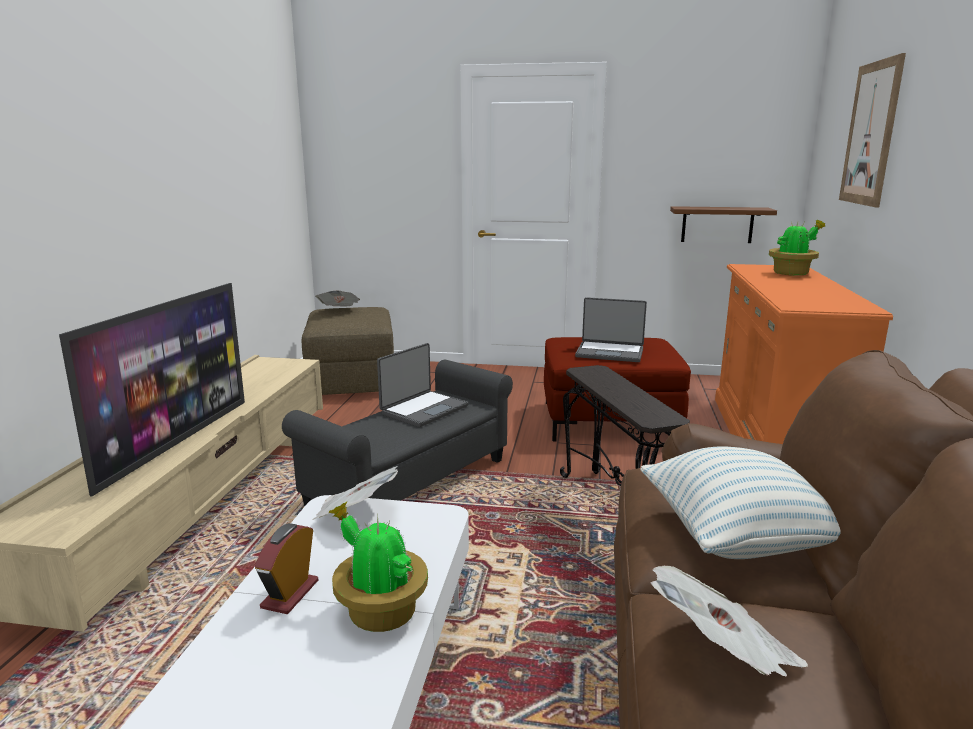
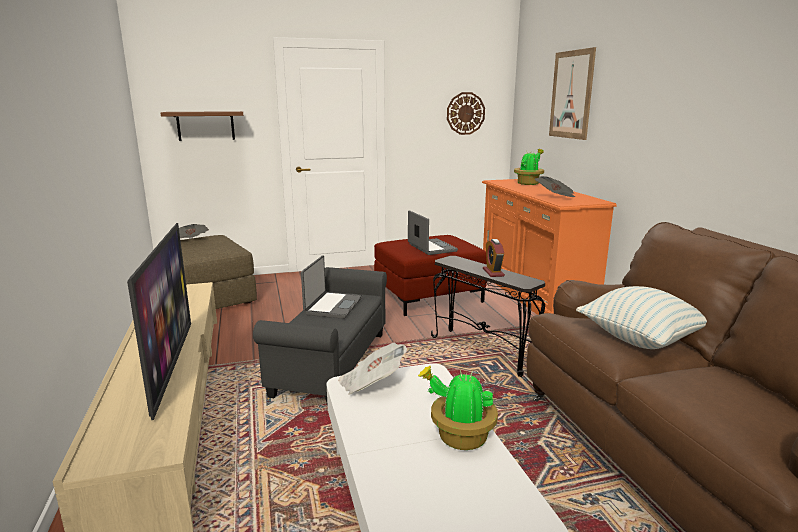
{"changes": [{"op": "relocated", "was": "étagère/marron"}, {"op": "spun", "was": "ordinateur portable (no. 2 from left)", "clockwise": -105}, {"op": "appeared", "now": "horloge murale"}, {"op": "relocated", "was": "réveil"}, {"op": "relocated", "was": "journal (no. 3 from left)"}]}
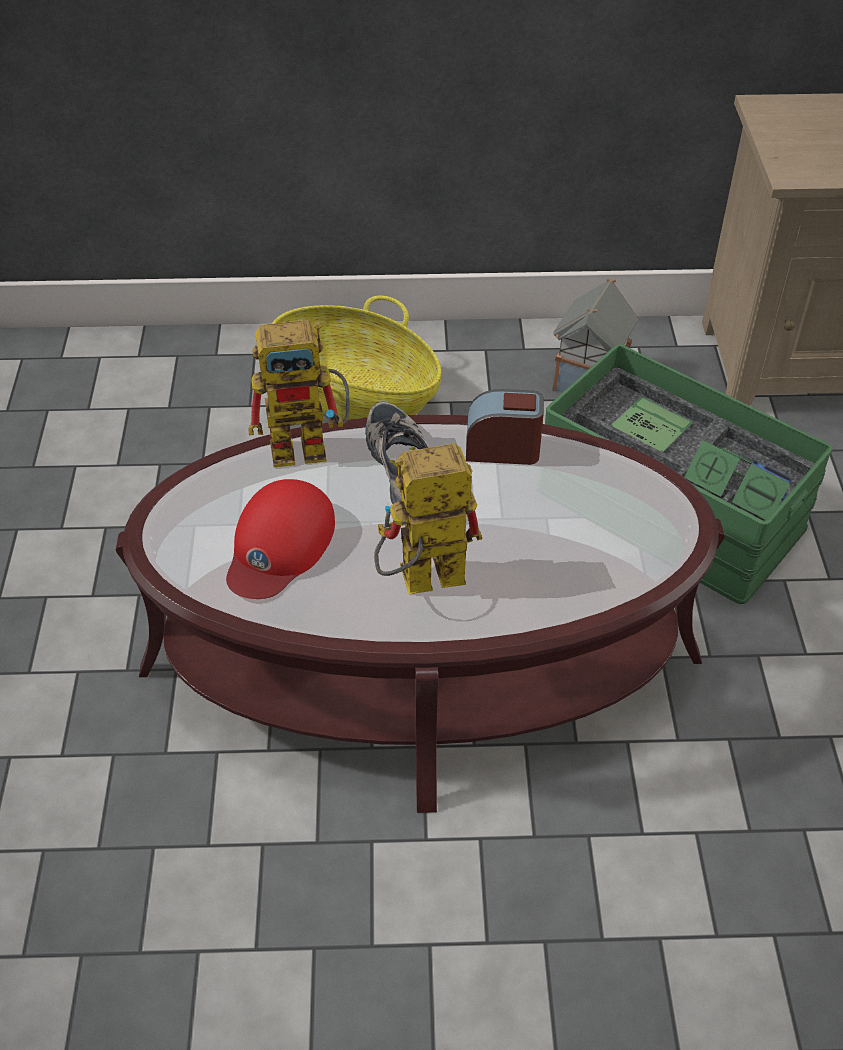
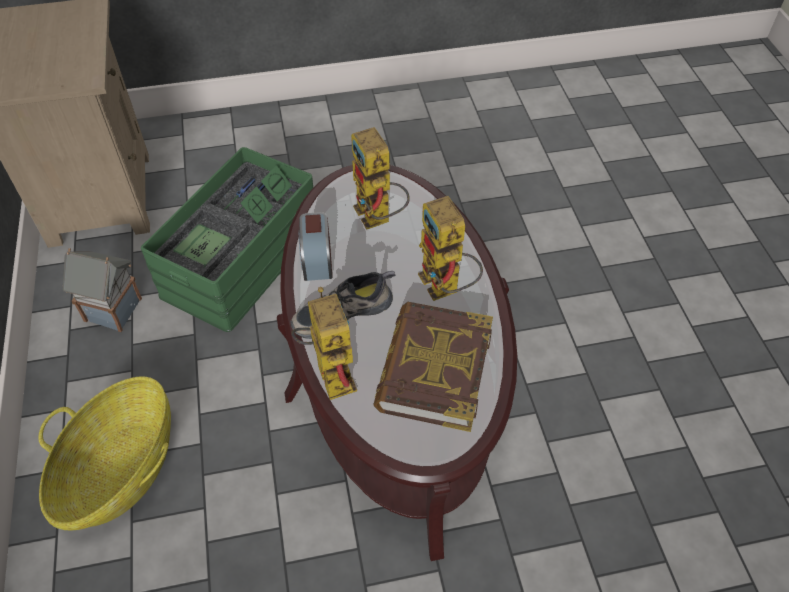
{"changes": [{"op": "appeared", "now": "robot jouet (no. 2 from left)"}, {"op": "exchanged", "was": "casquette/rouge", "now": "livre"}]}
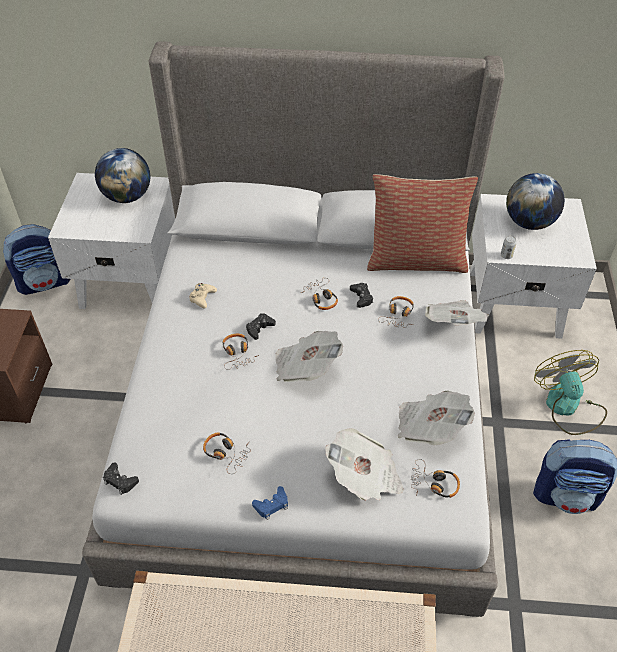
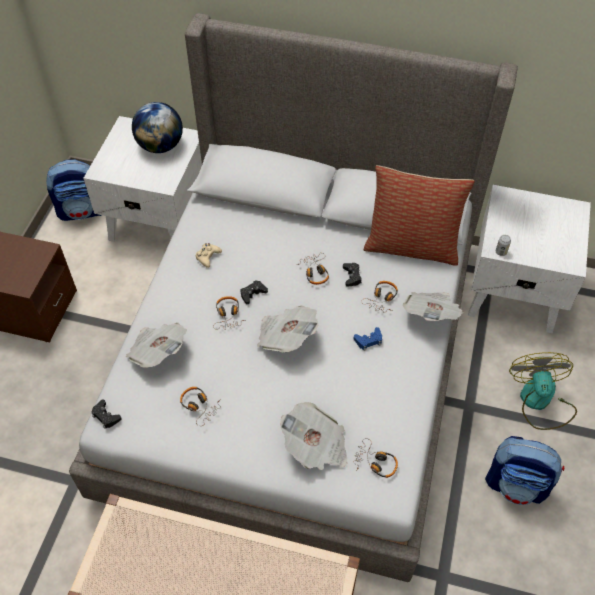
{"changes": [{"op": "relocated", "was": "journal (no. 3 from left in the first image)", "now": "journal (no. 1 from left)"}, {"op": "relocated", "was": "manette/bleu"}, {"op": "missing", "was": "globe (no. 2 from left)"}]}
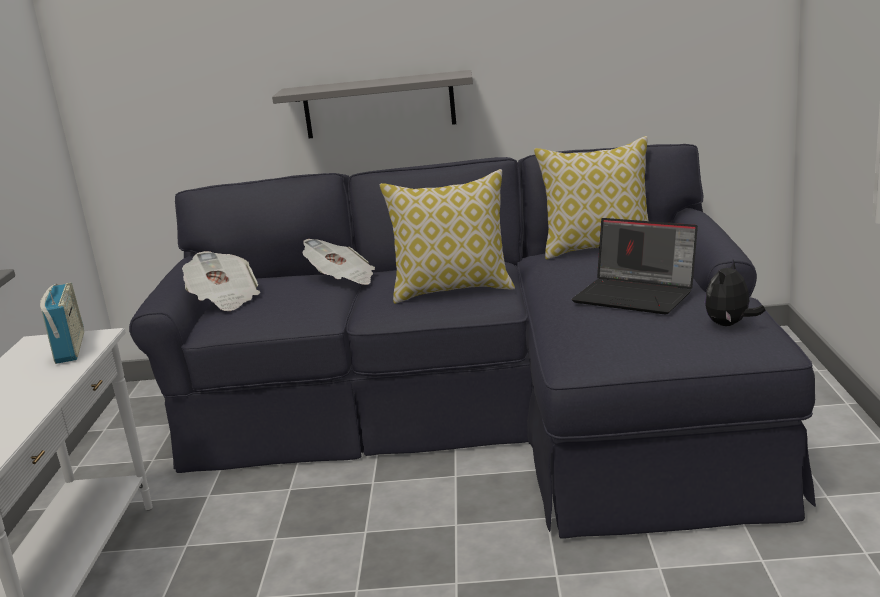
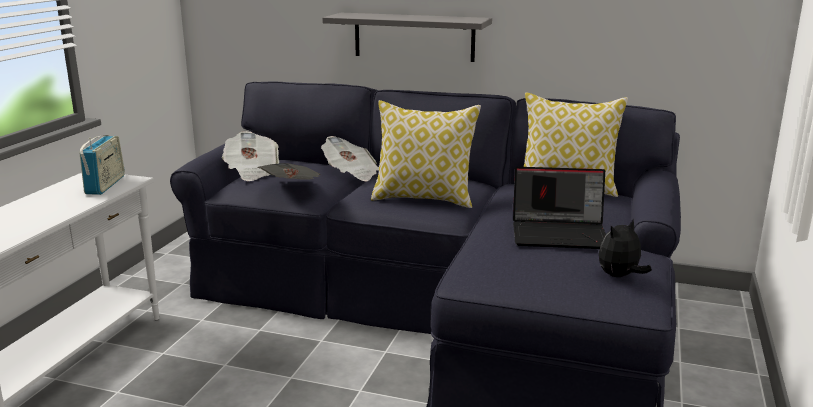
{"changes": [{"op": "appeared", "now": "journal (no. 2 from left)"}, {"op": "spun", "was": "ordinateur portable", "clockwise": -45}]}
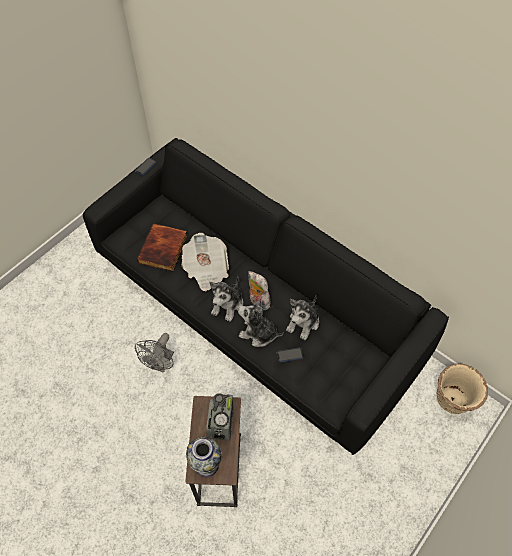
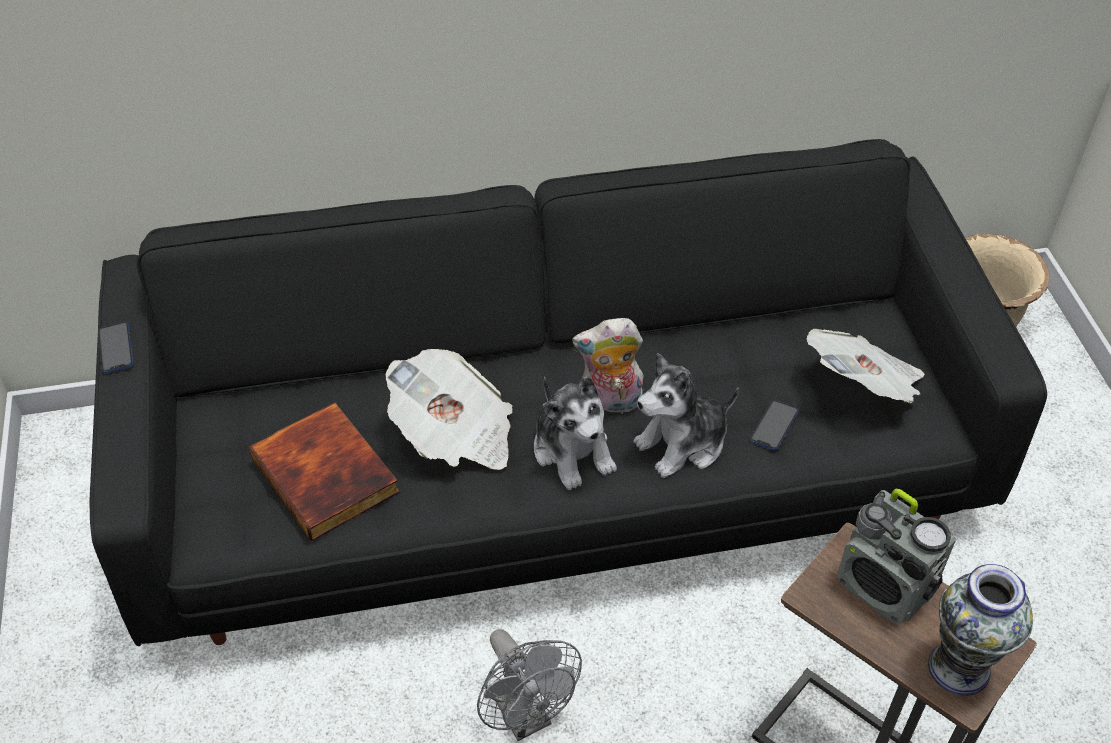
{"changes": [{"op": "appeared", "now": "journal (no. 2 from left)"}, {"op": "missing", "was": "peluche (no. 4 from left)"}]}
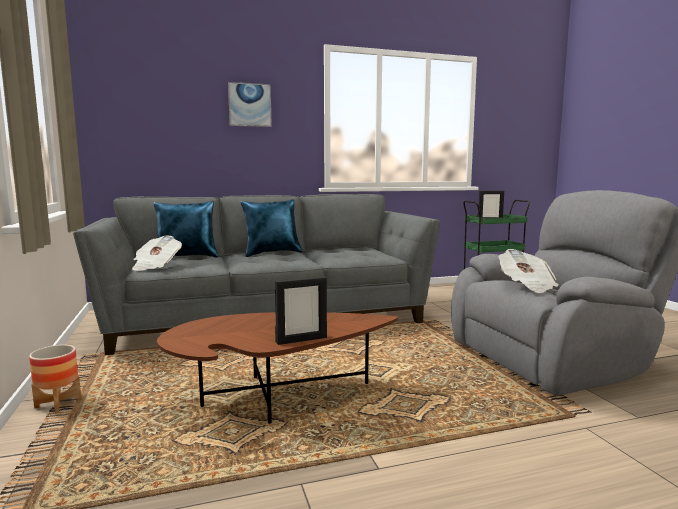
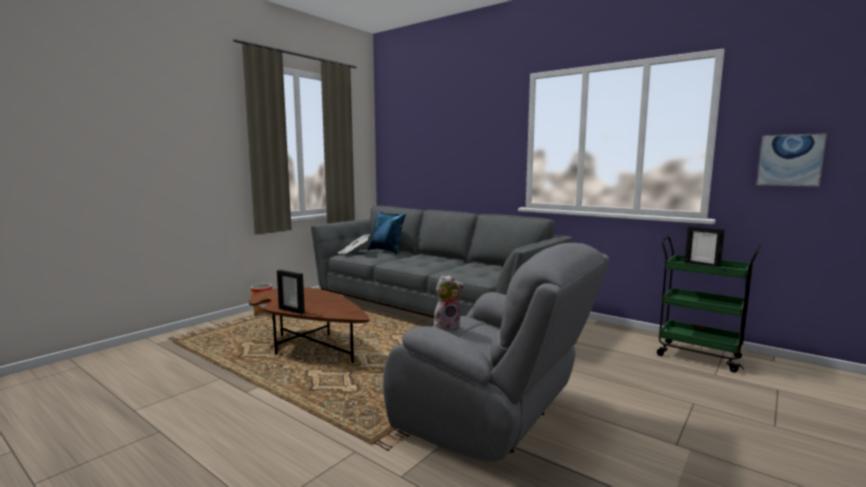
{"changes": [{"op": "exchanged", "was": "journal (no. 2 from left)", "now": "peluche"}, {"op": "relocated", "was": "tableau"}, {"op": "missing", "was": "coussin/bleu (no. 2 from left)"}]}
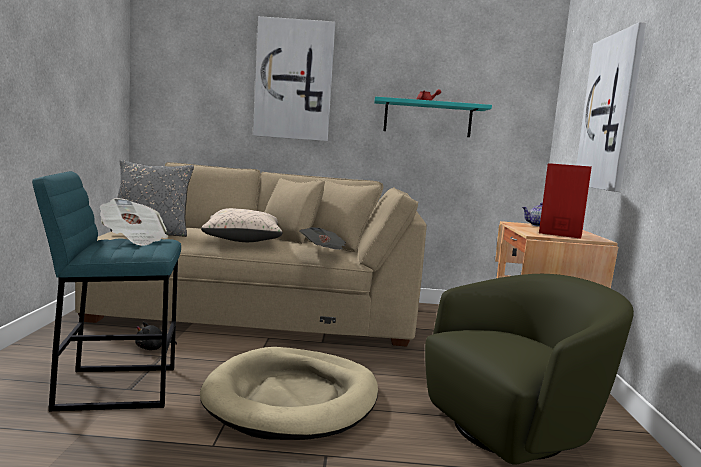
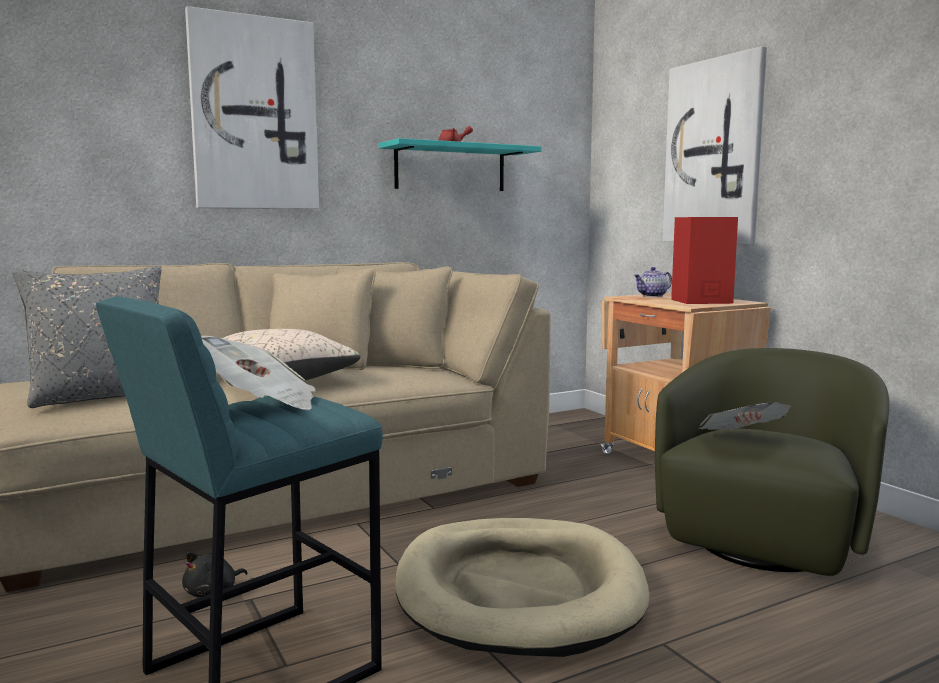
{"changes": [{"op": "relocated", "was": "journal (no. 2 from left)"}]}
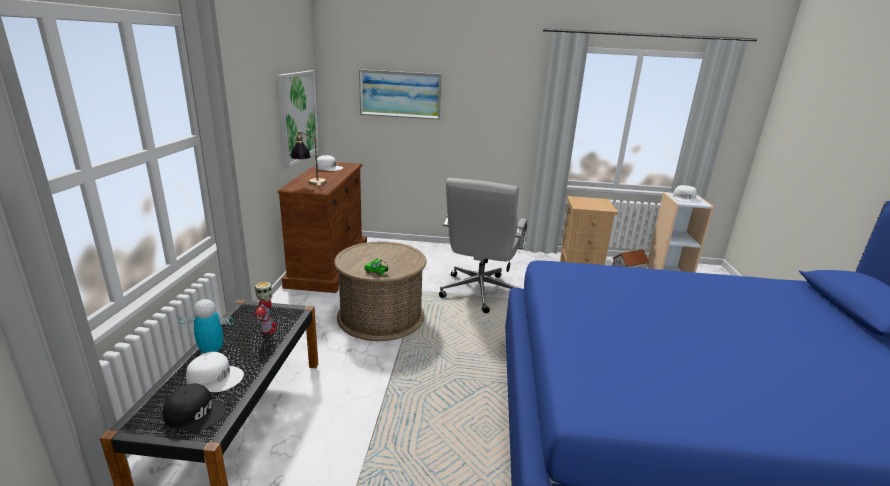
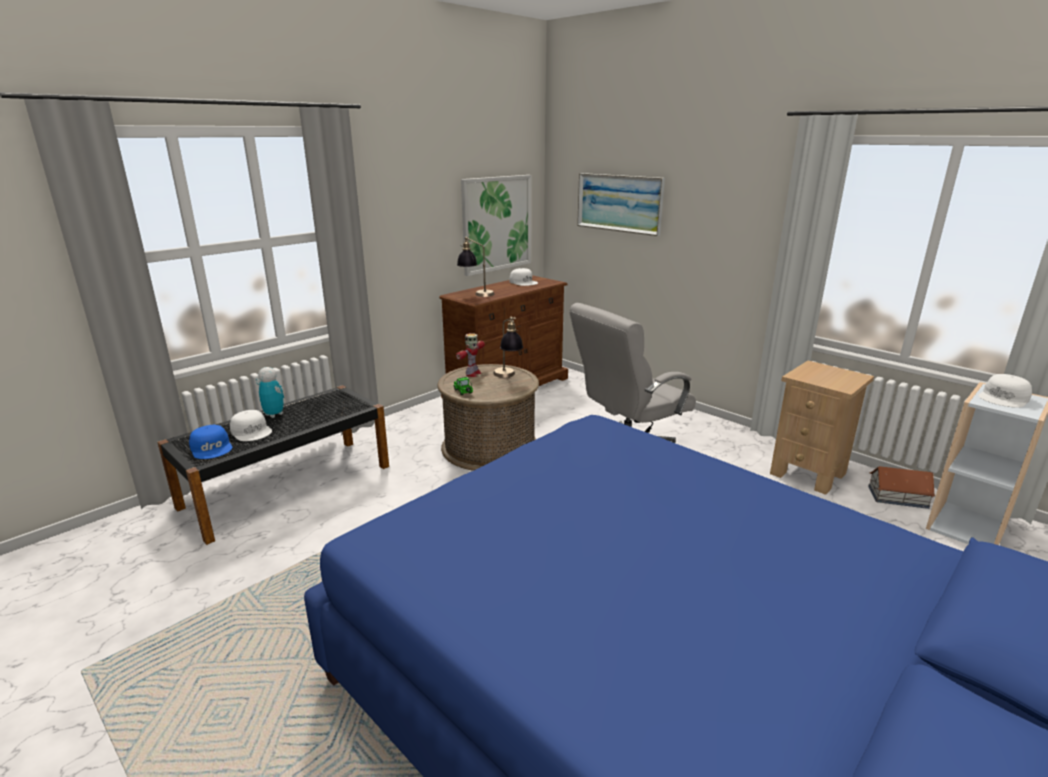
{"changes": [{"op": "colour", "was": "casquette/noir", "now": "casquette/bleu"}, {"op": "relocated", "was": "robot jouet (no. 2 from left)"}, {"op": "appeared", "now": "lampe de table (no. 2 from left)"}]}
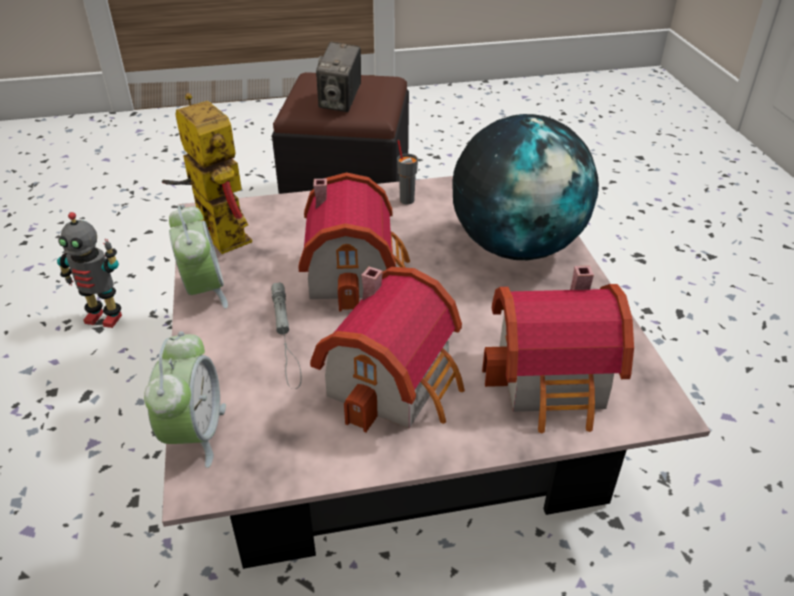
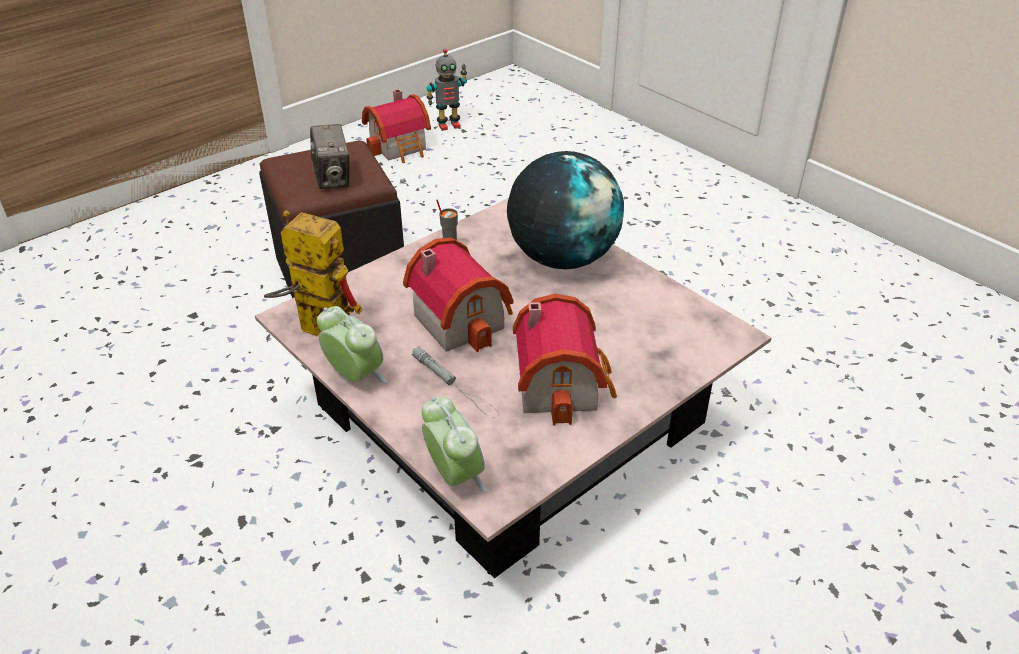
{"changes": [{"op": "relocated", "was": "maison miniature (no. 3 from left in the first image)", "now": "maison miniature (no. 1 from left)"}, {"op": "relocated", "was": "robot jouet (no. 1 from left in the first image)", "now": "robot jouet (no. 2 from left)"}]}
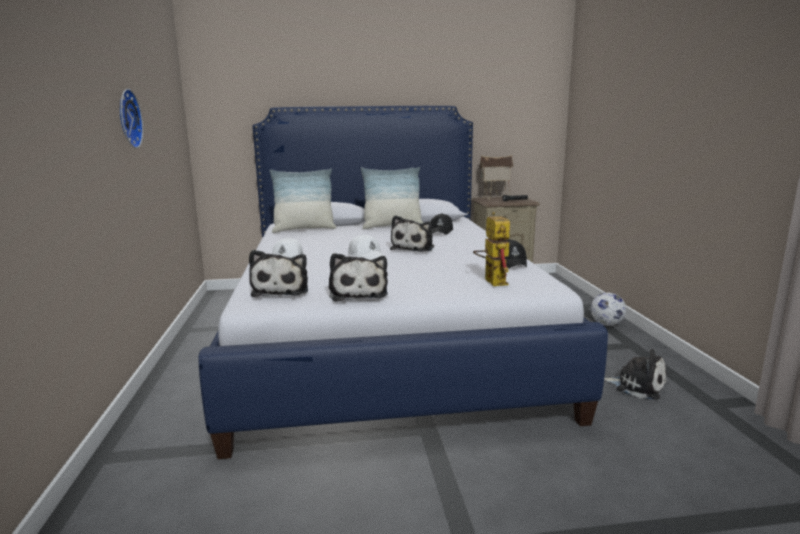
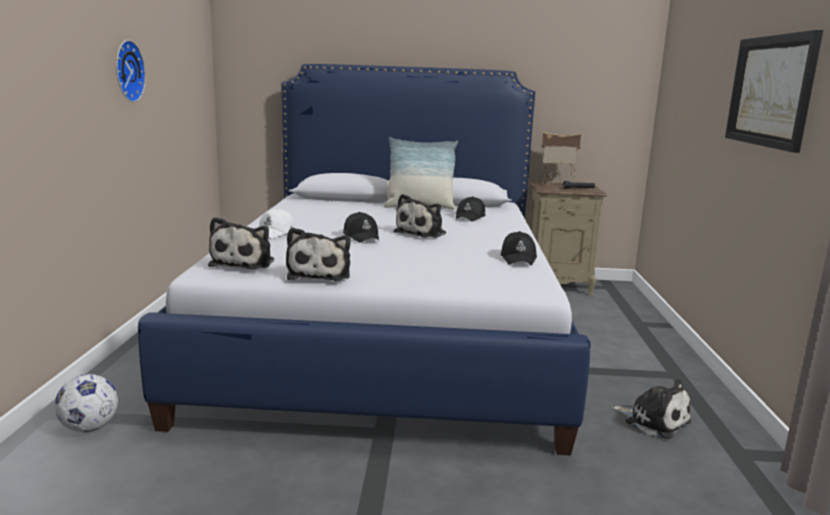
{"changes": [{"op": "relocated", "was": "ballon de foot"}, {"op": "colour", "was": "casquette/blanc (no. 2 from left)", "now": "casquette/noir (no. 1 from left)"}, {"op": "appeared", "now": "tableau"}, {"op": "missing", "was": "coussin (no. 1 from left)"}, {"op": "missing", "was": "robot jouet"}]}
